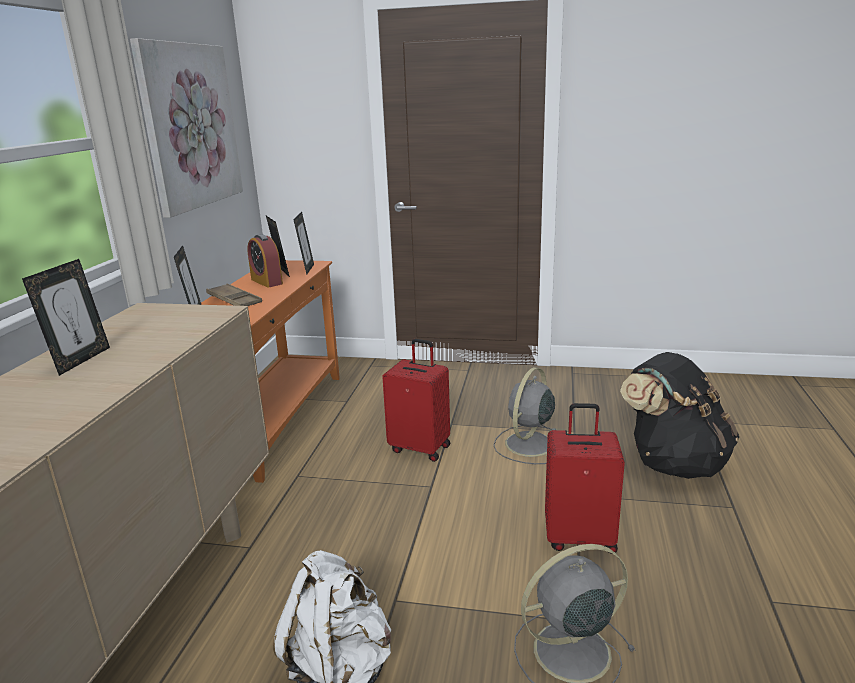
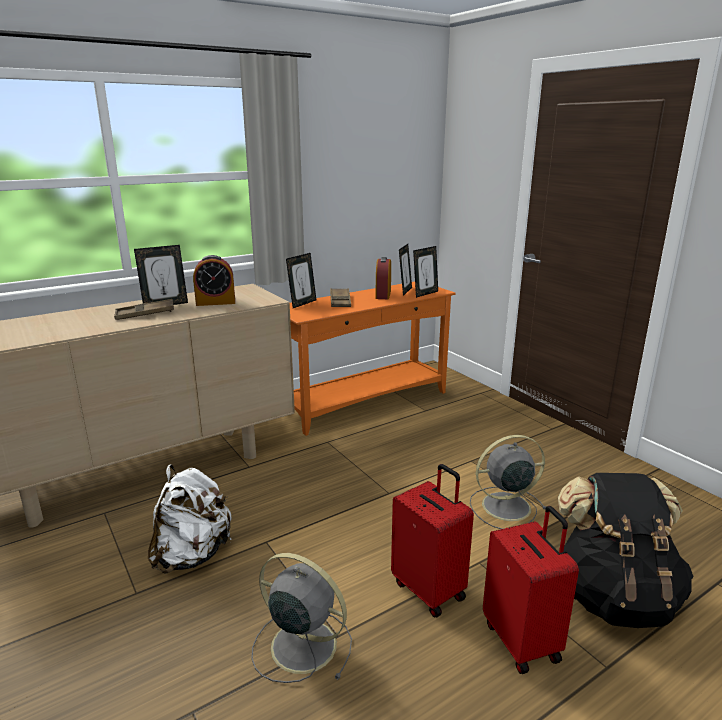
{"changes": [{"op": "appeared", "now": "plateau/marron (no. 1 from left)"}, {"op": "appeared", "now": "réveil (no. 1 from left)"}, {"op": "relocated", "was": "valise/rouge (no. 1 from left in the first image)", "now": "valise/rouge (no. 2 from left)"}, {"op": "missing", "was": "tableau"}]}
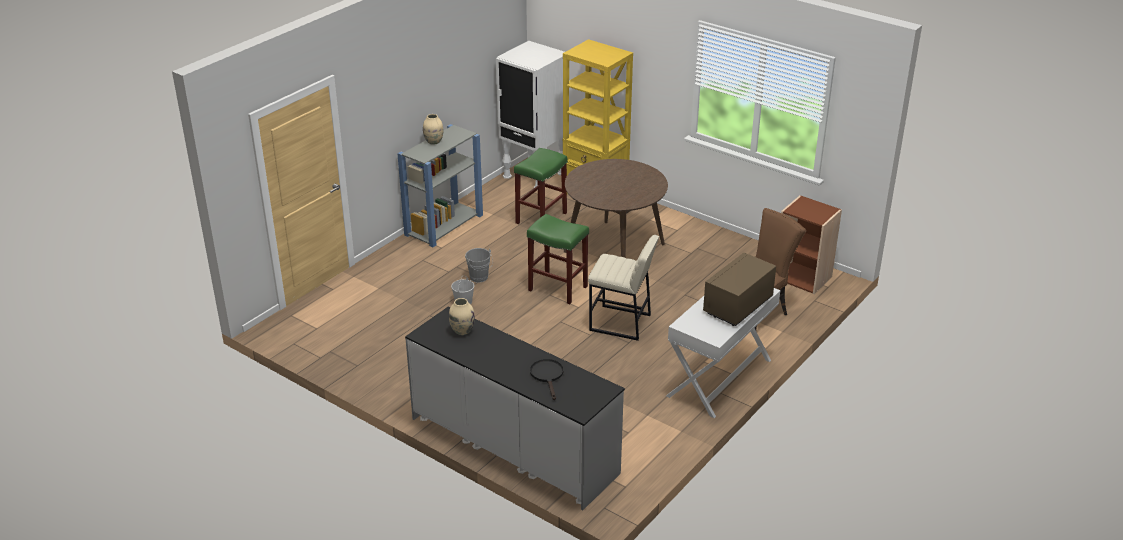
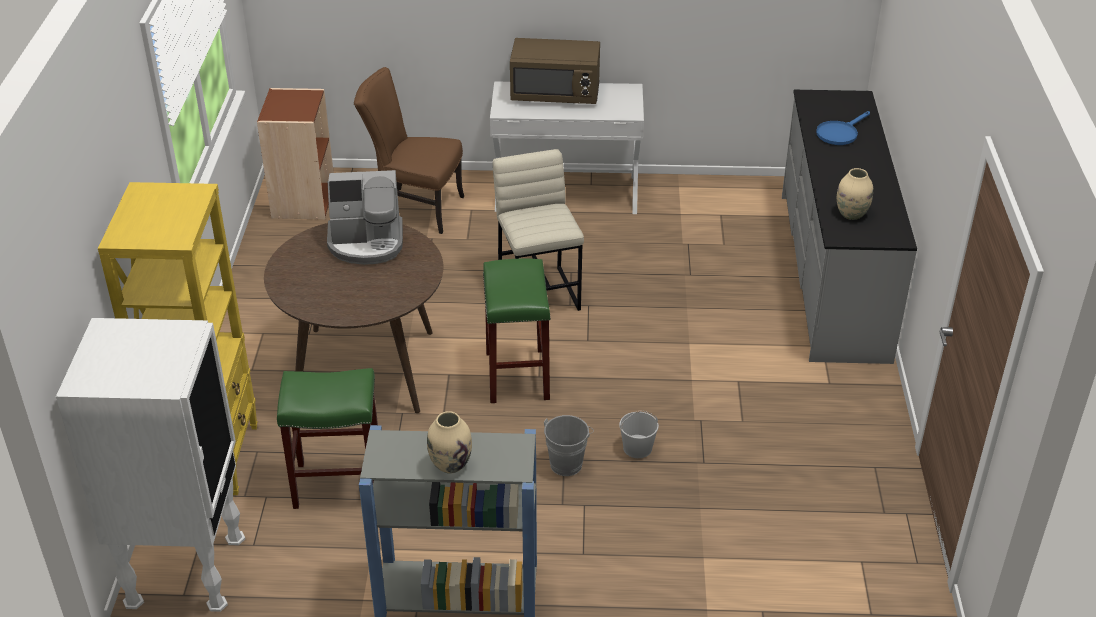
{"changes": [{"op": "appeared", "now": "machine à café"}, {"op": "colour", "was": "poêle/noir", "now": "poêle/bleu"}]}
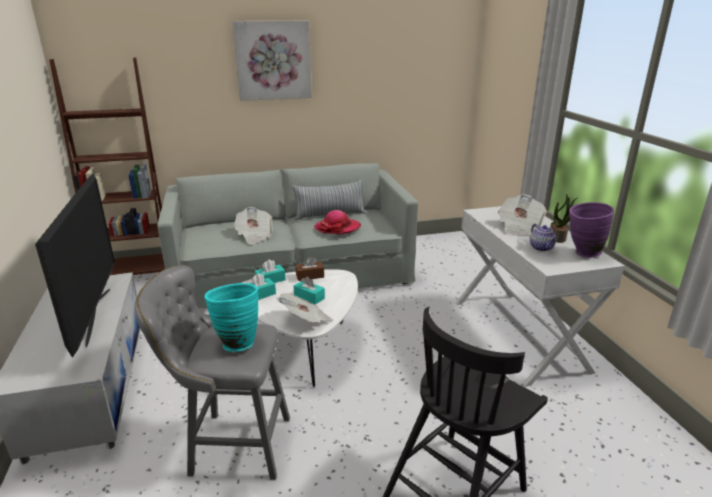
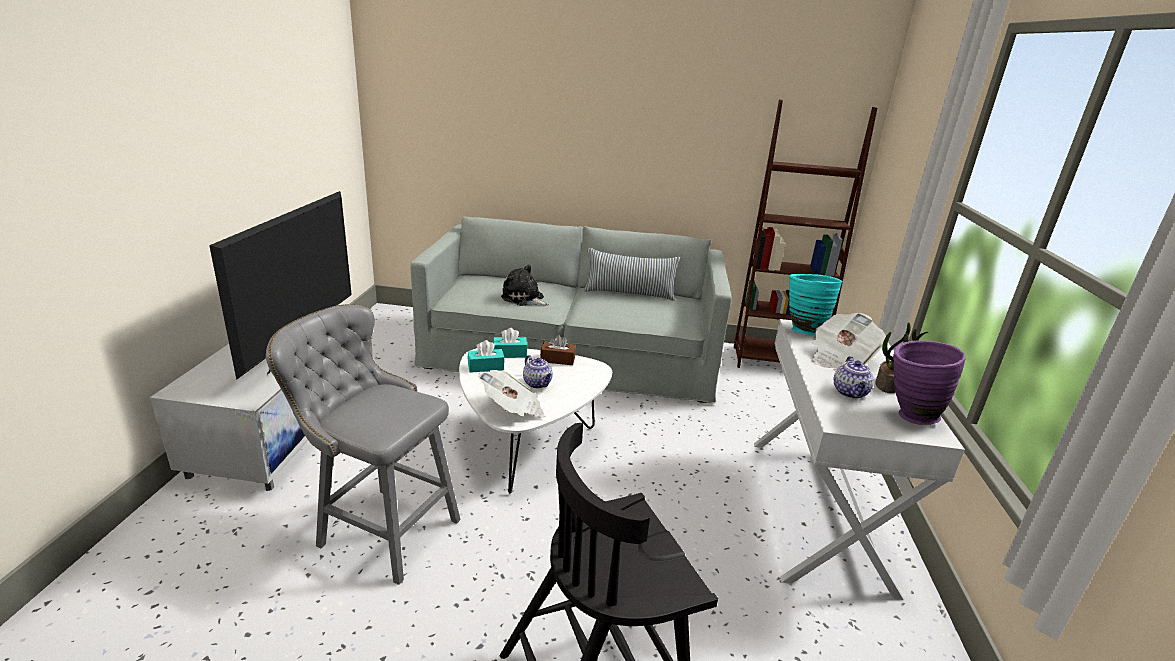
{"changes": [{"op": "exchanged", "was": "journal (no. 1 from left)", "now": "peluche"}, {"op": "exchanged", "was": "boîte à mouchoirs/turquoise (no. 3 from left)", "now": "théière (no. 1 from left)"}, {"op": "relocated", "was": "bibliothèque/marron"}, {"op": "relocated", "was": "vase/turquoise"}, {"op": "missing", "was": "tableau"}, {"op": "missing", "was": "chapeau"}]}
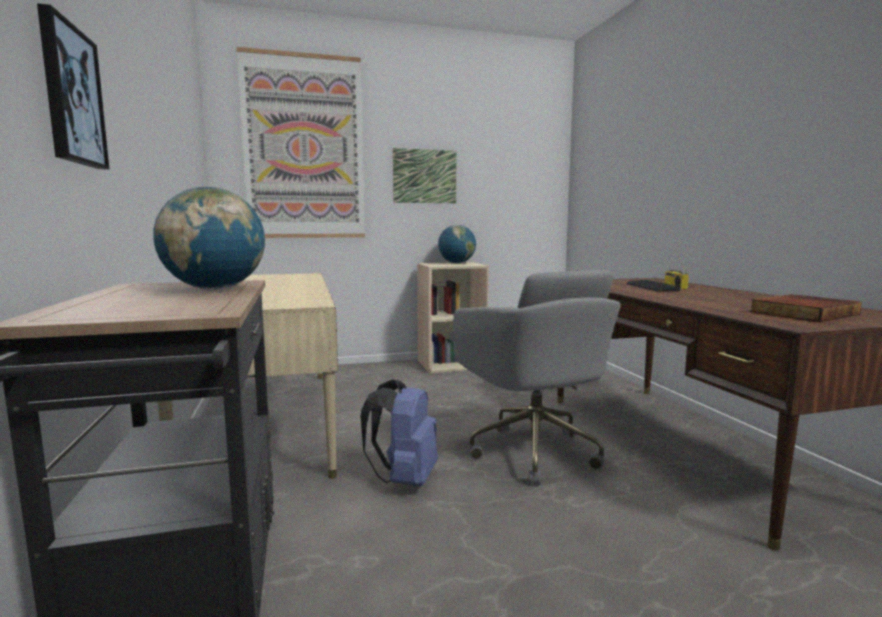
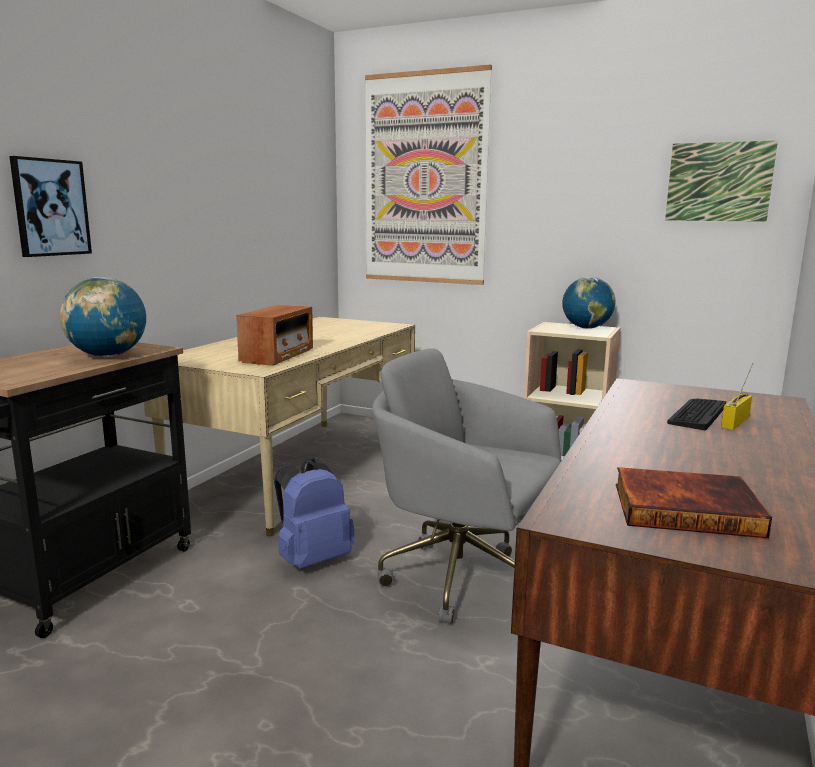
{"changes": [{"op": "appeared", "now": "radio (no. 1 from left)"}, {"op": "spun", "was": "chaise de bureau/gris", "clockwise": 105}, {"op": "relocated", "was": "tableau (no. 3 from left)"}]}
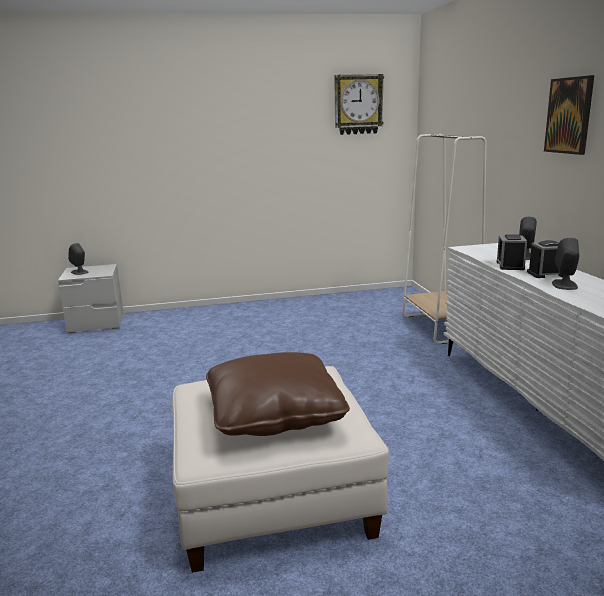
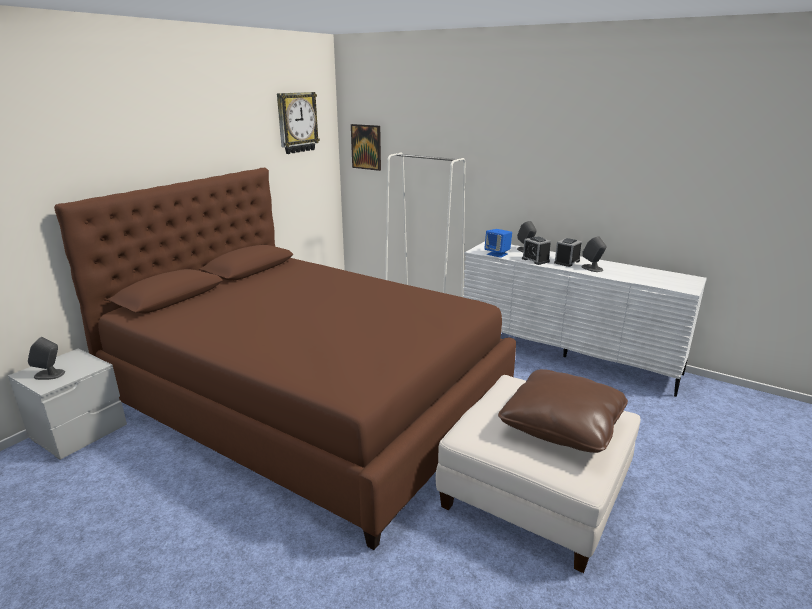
{"changes": [{"op": "appeared", "now": "lit/marron"}, {"op": "relocated", "was": "tableau"}, {"op": "appeared", "now": "enceinte/bleu"}]}
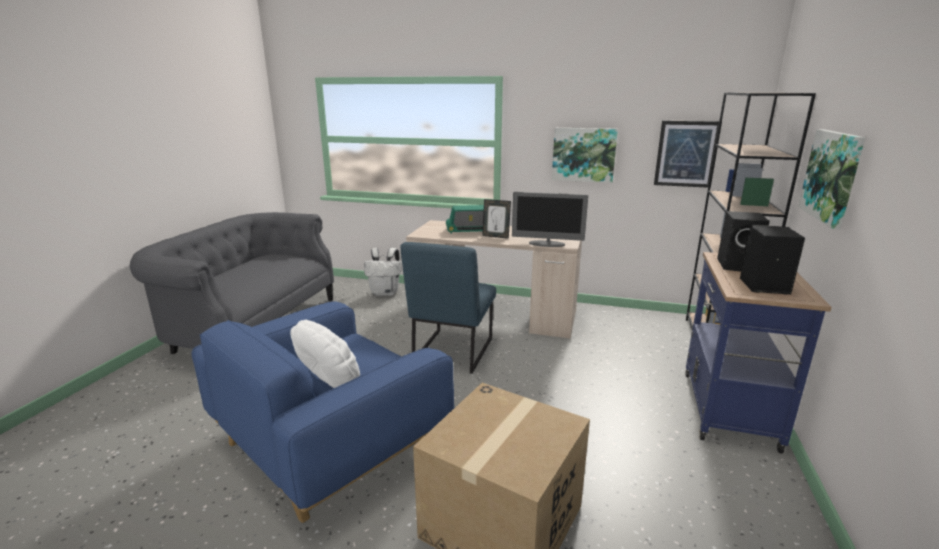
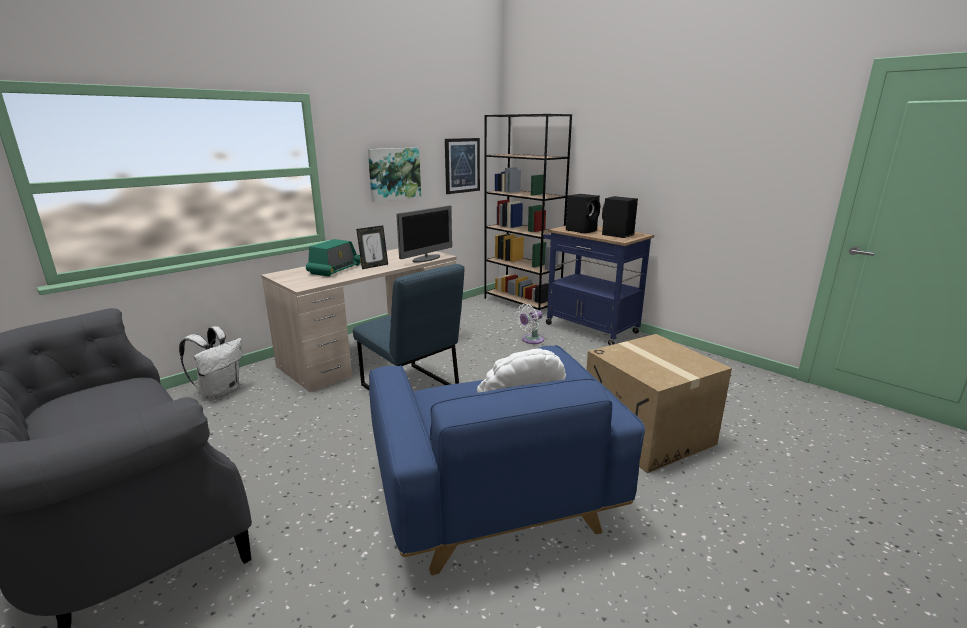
{"changes": [{"op": "appeared", "now": "ventilateur/blanc"}, {"op": "missing", "was": "tableau (no. 3 from left)"}]}
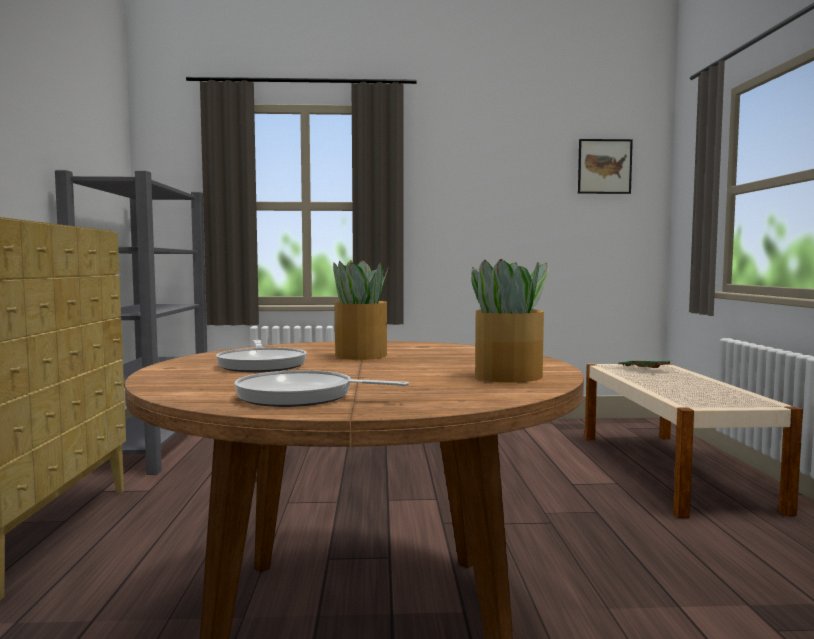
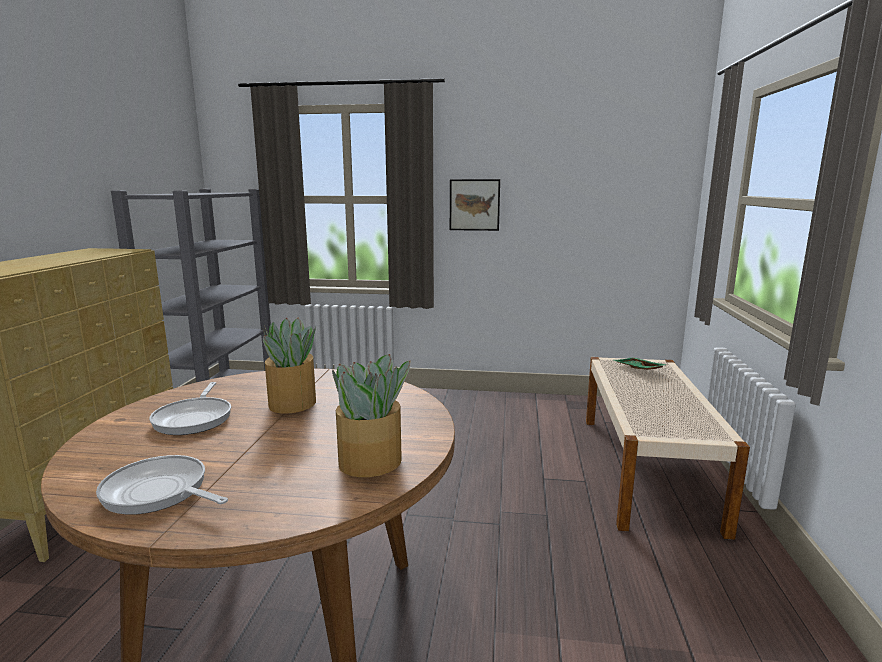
{"changes": [{"op": "relocated", "was": "tableau"}]}
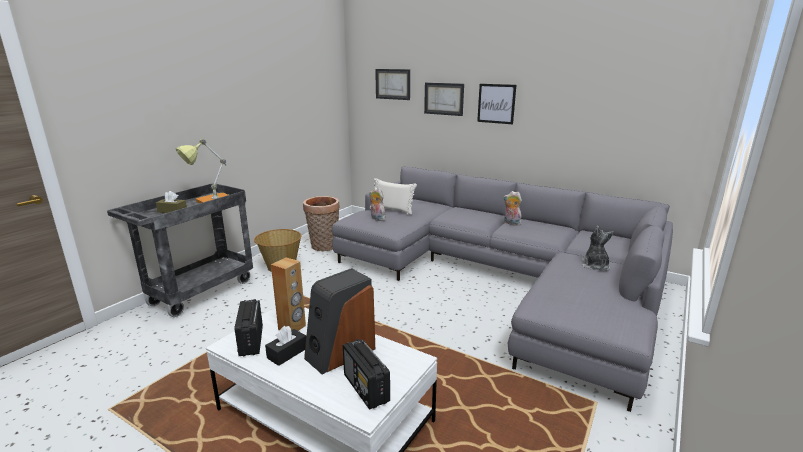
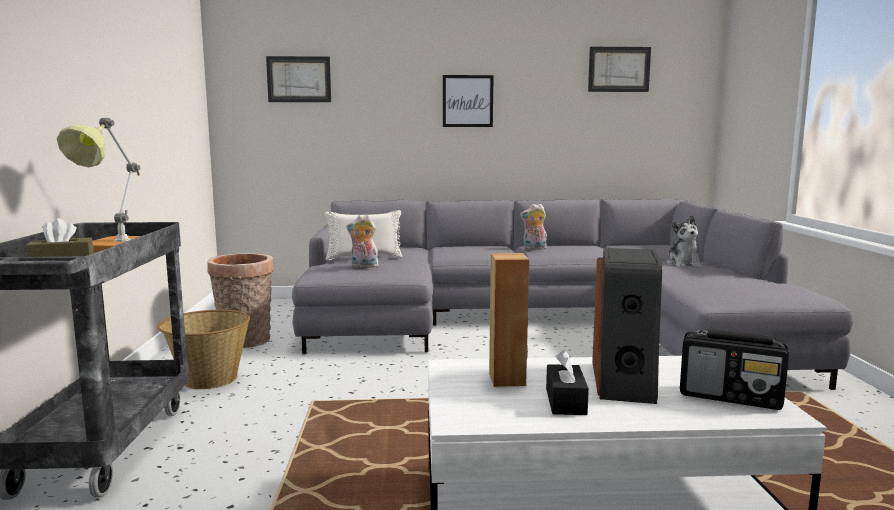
{"changes": [{"op": "relocated", "was": "tableau (no. 2 from left in the first image)", "now": "tableau (no. 3 from left)"}, {"op": "spun", "was": "peluche (no. 3 from left)", "clockwise": -150}, {"op": "missing", "was": "radio (no. 1 from left)"}]}
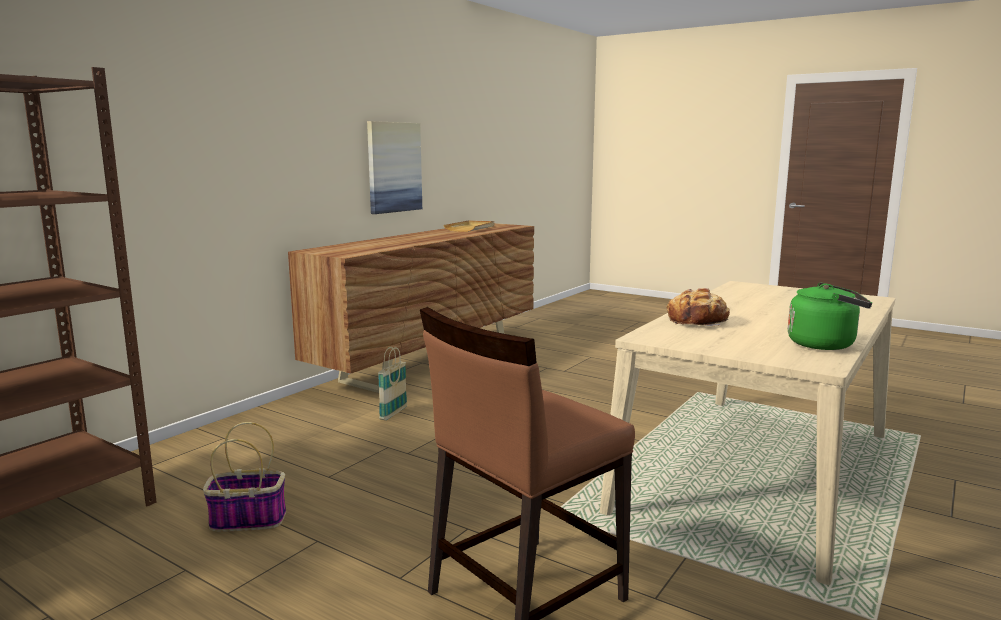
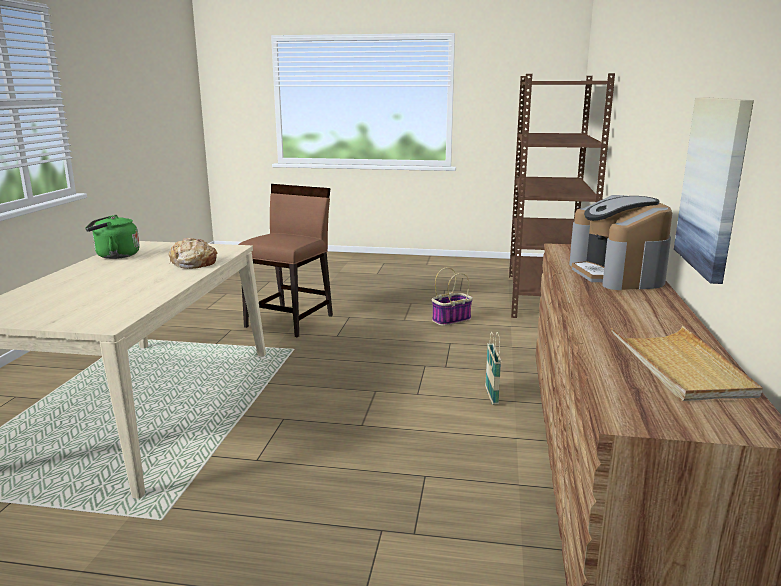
{"changes": [{"op": "appeared", "now": "machine à café"}]}
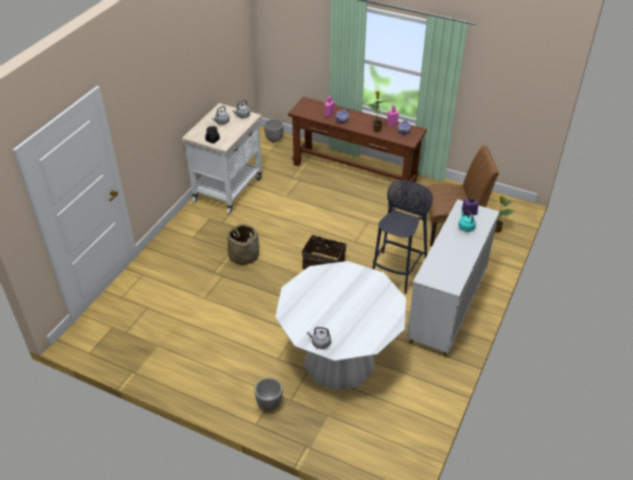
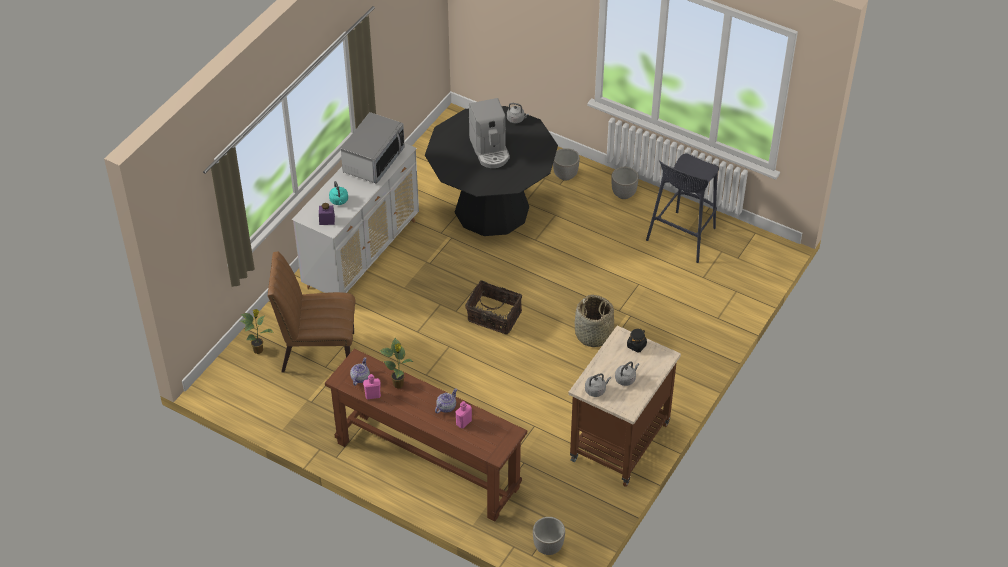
{"changes": [{"op": "appeared", "now": "micro-ondes"}, {"op": "colour", "was": "table à manger/blanc", "now": "table à manger/noir"}, {"op": "appeared", "now": "machine à café"}, {"op": "colour", "was": "chariot/blanc", "now": "chariot/marron"}, {"op": "appeared", "now": "cache-pot (no. 3 from left)"}, {"op": "relocated", "was": "tabouret/gris"}]}
